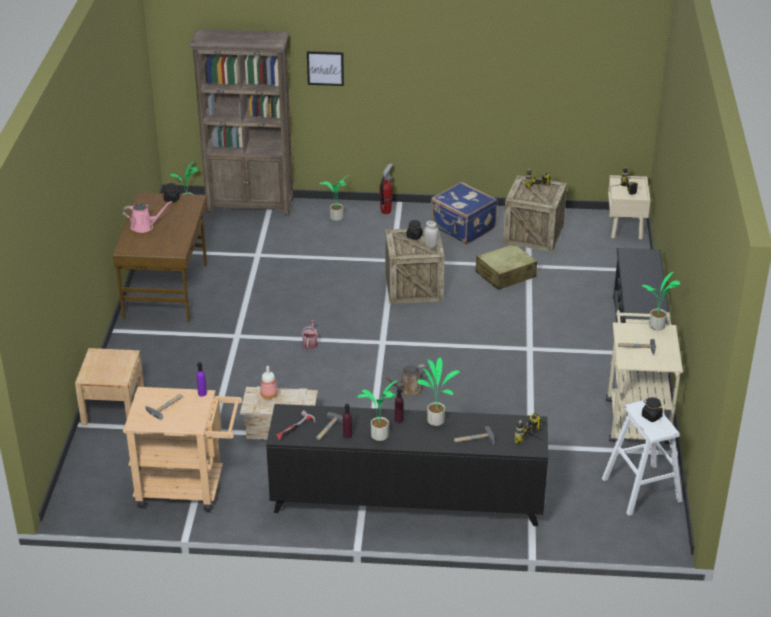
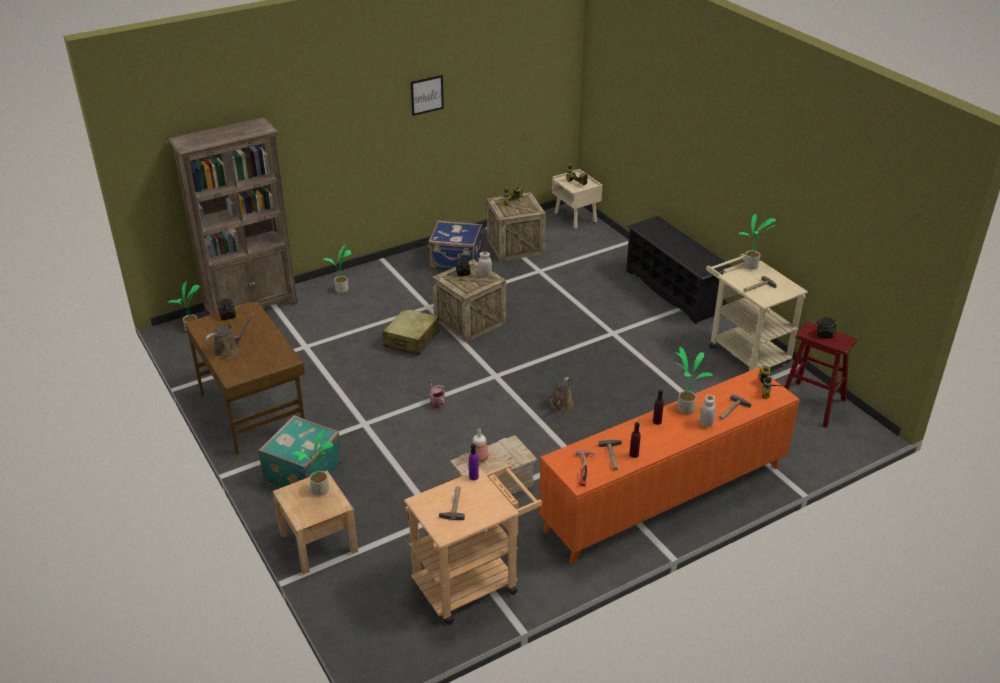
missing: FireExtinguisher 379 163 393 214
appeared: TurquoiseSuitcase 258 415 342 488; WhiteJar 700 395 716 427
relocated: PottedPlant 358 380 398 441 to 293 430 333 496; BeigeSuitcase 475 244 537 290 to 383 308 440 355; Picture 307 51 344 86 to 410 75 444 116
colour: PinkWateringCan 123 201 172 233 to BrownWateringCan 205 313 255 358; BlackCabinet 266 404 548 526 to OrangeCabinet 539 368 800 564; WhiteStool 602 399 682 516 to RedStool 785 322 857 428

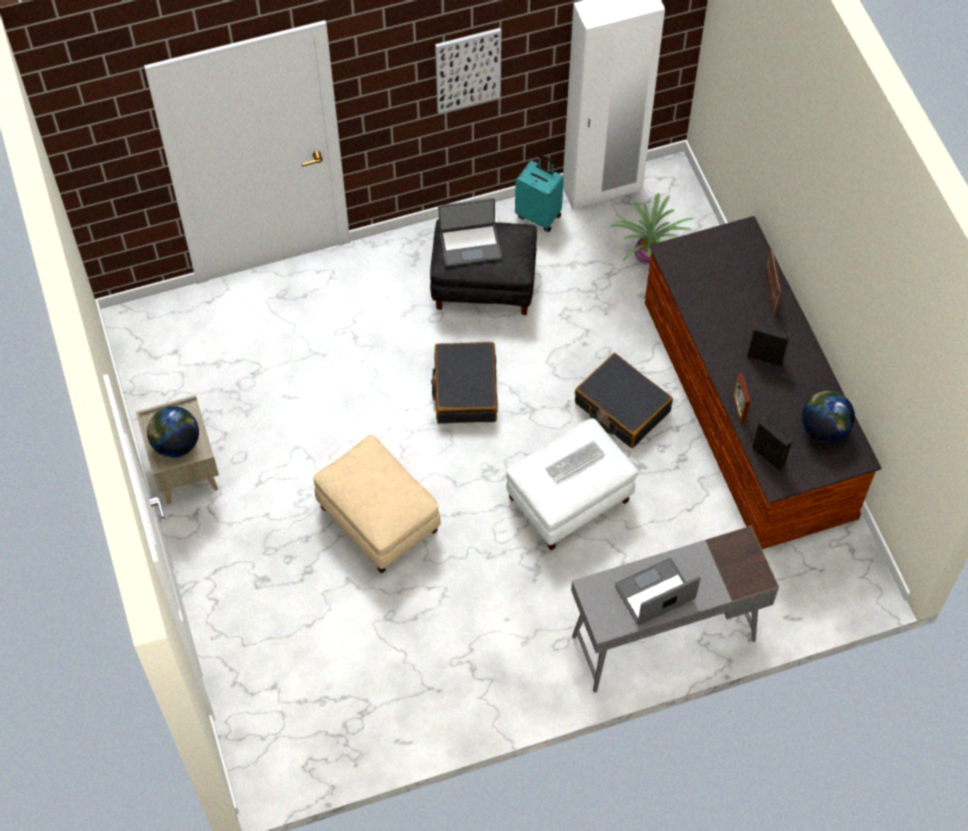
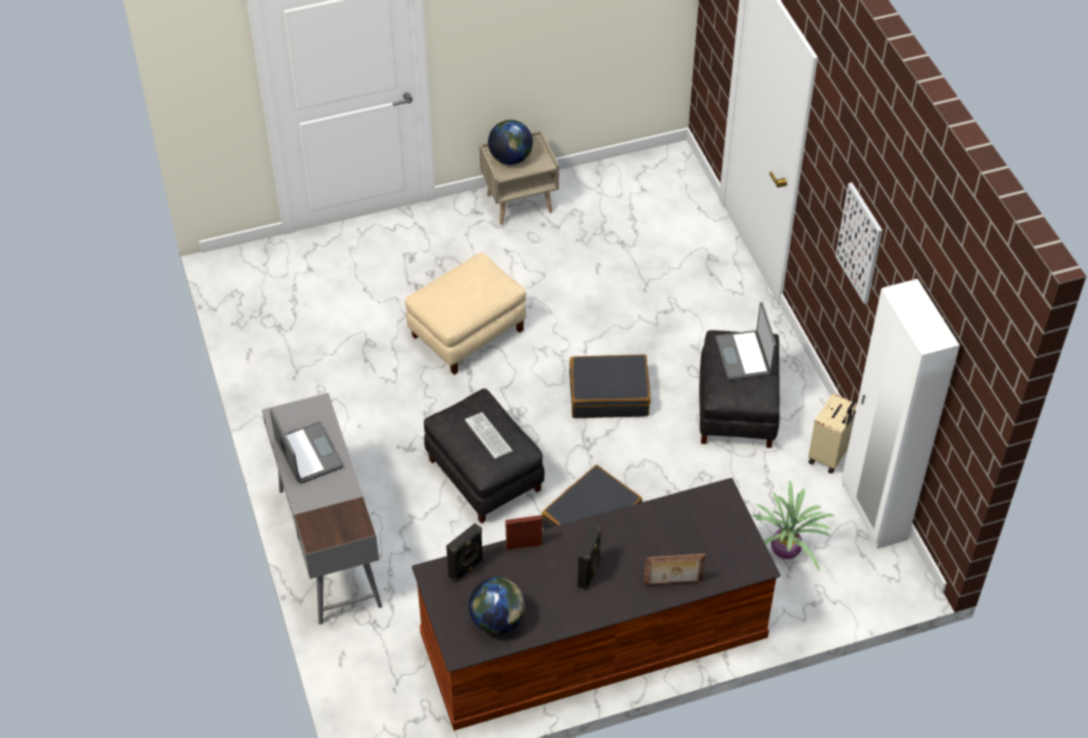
colour: WhiteOttoman 506 418 638 550 to BlackOttoman 424 388 544 524; TurquoiseSuitcase 515 154 564 232 to BeigeSuitcase 808 393 857 474

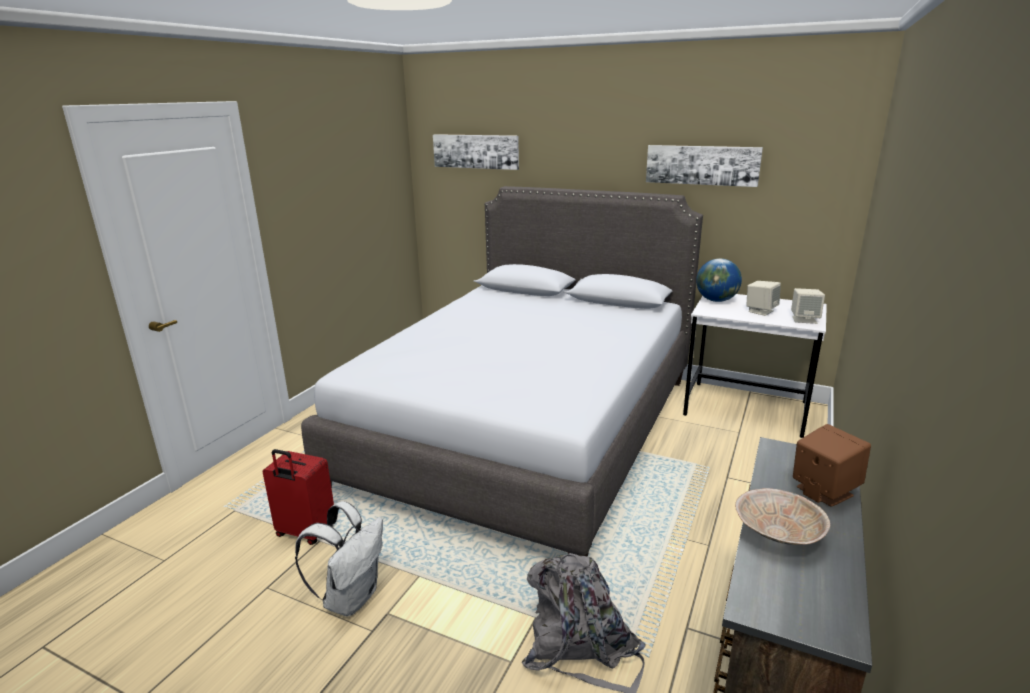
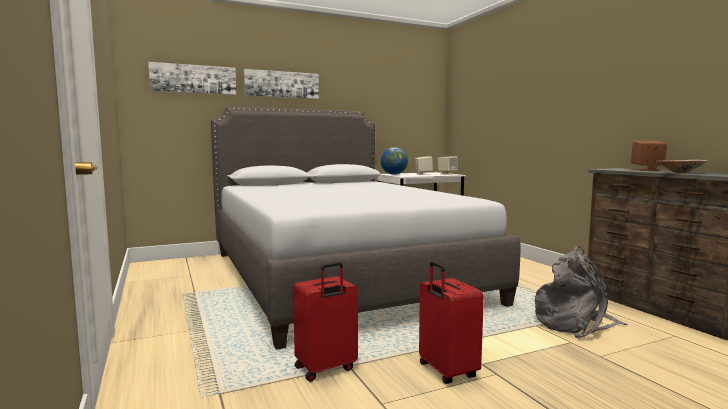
relocated: Picture 646 145 763 187 to 244 69 319 99
exchanged: WhiteBackpack 295 501 383 616 to RedSuitcase 419 261 484 384

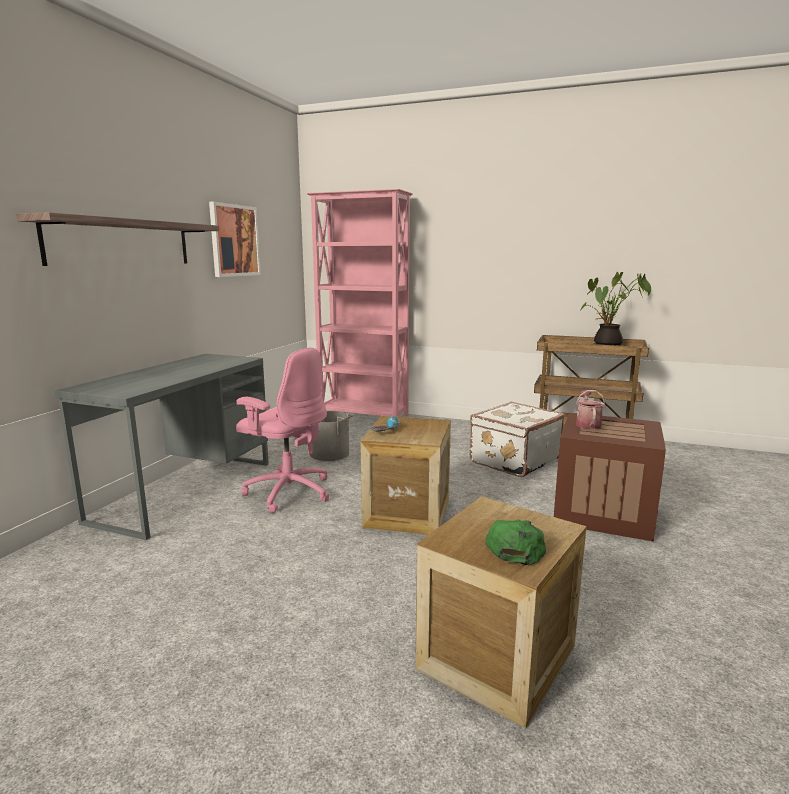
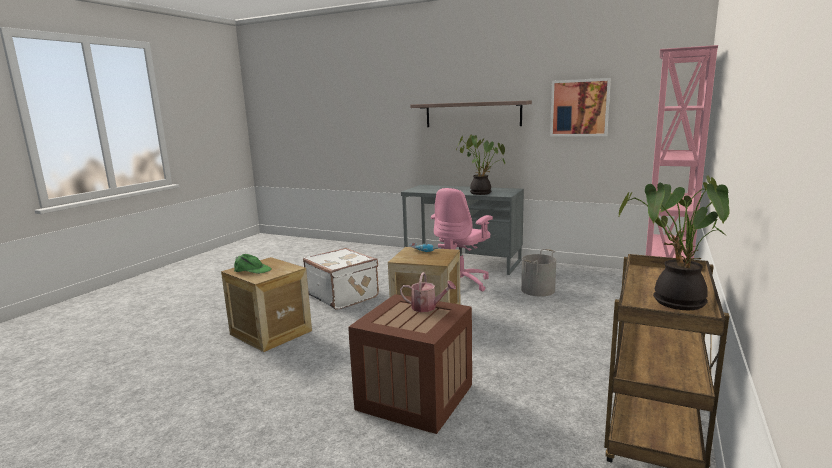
appeared: PottedPlant 456 135 505 195
relocated: WhiteSuitcase 470 402 565 477 to 303 248 379 310

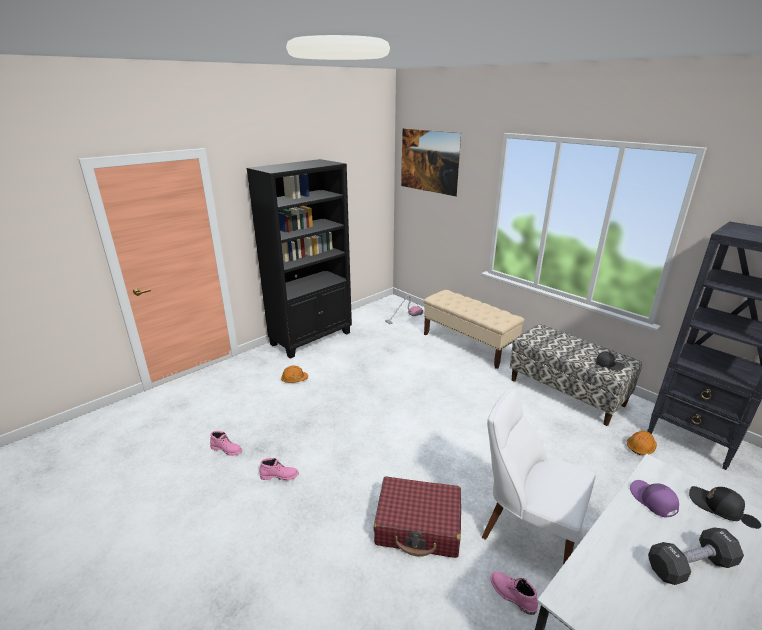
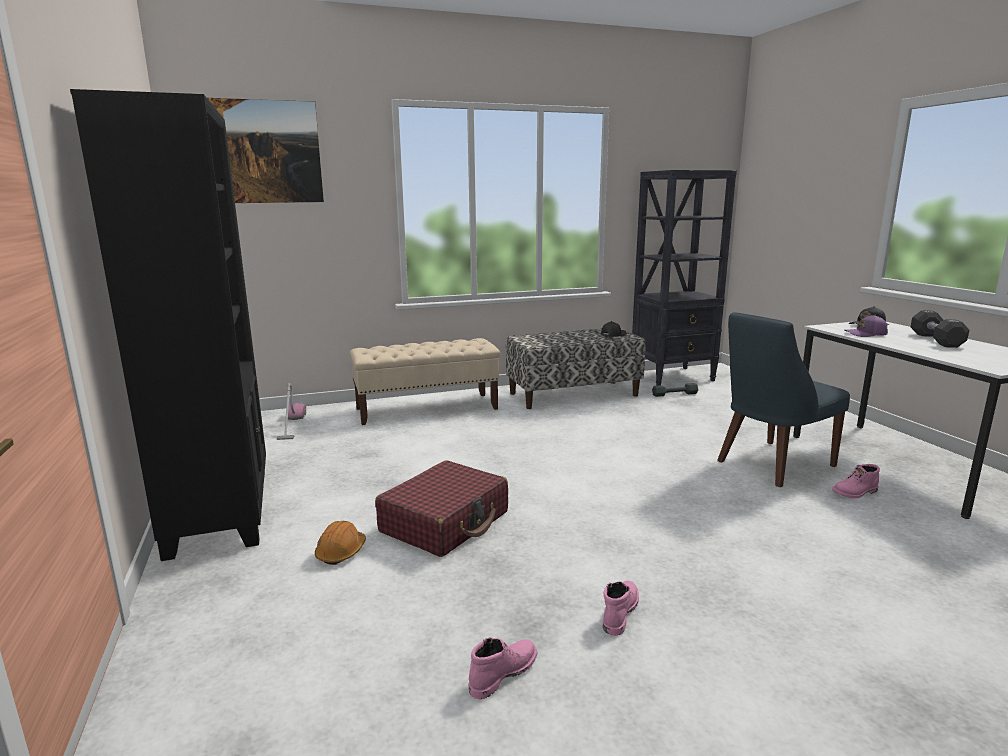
relocated: RedSuitcase 373 476 461 558 to 375 460 508 557
exchanged: OrangeHardHat 627 430 657 455 to GreyDumbbell 652 383 698 397
colour: WhiteChair 482 389 596 565 to BlueChair 717 312 850 487

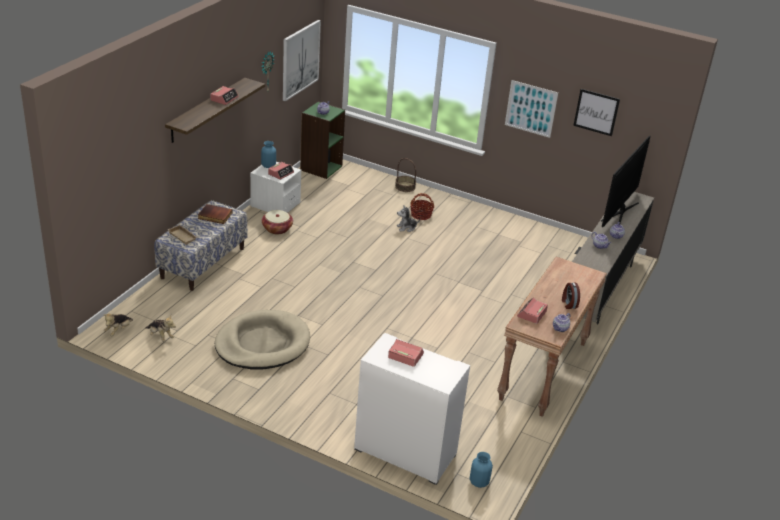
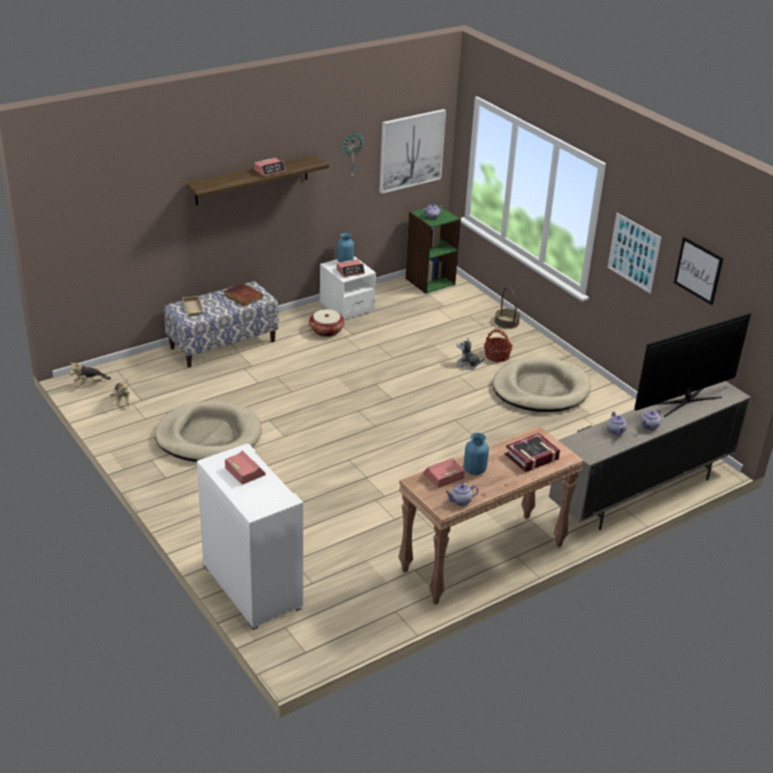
missing: AlarmClock 562 282 580 309
appeared: BeigeDogBed 492 357 591 412; Book 505 433 560 472
relocated: BlueVase 470 452 493 488 to 464 433 489 475

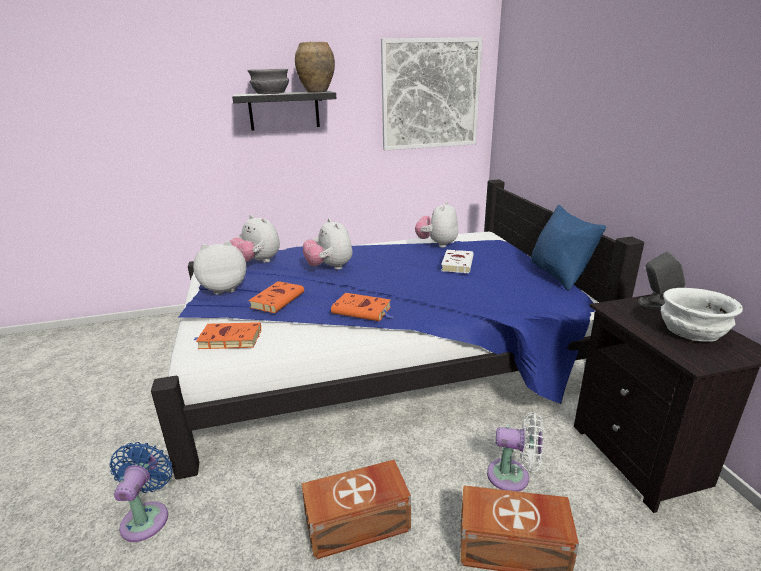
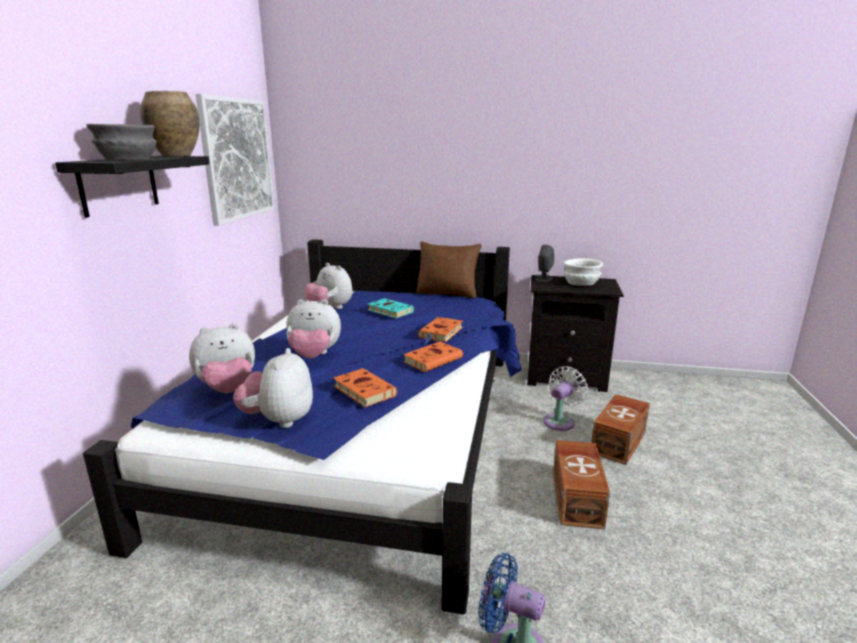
relocated: OrangeBook 194 322 261 349 to 418 317 463 344
colour: WhiteBook 441 250 474 273 to TurquoiseBook 368 298 414 319; BluePillow 531 205 606 291 to BrownPillow 417 241 482 299

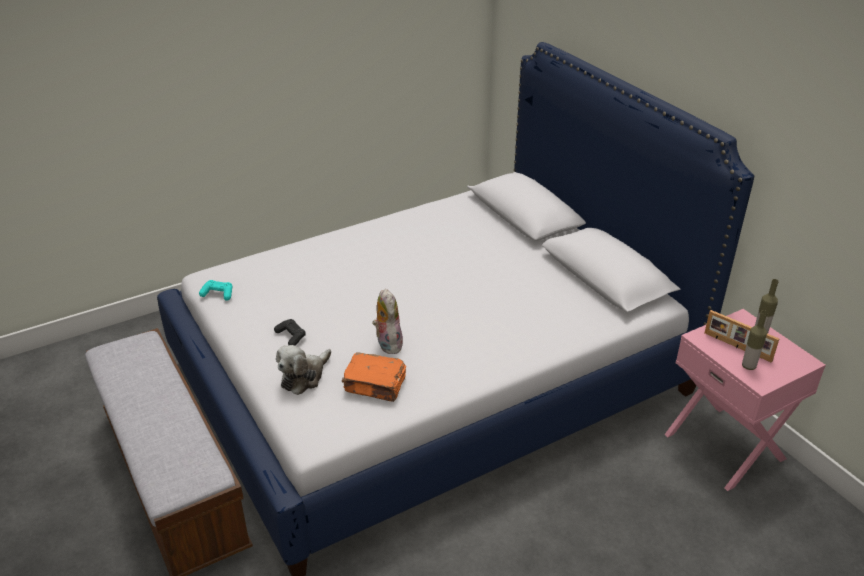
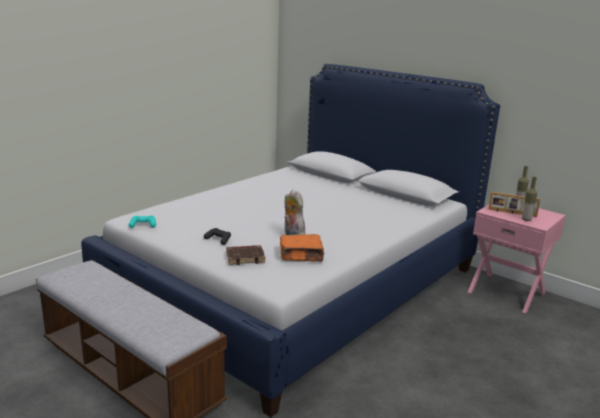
exchanged: PlushToy 276 345 331 395 to BrownBook 226 245 266 265

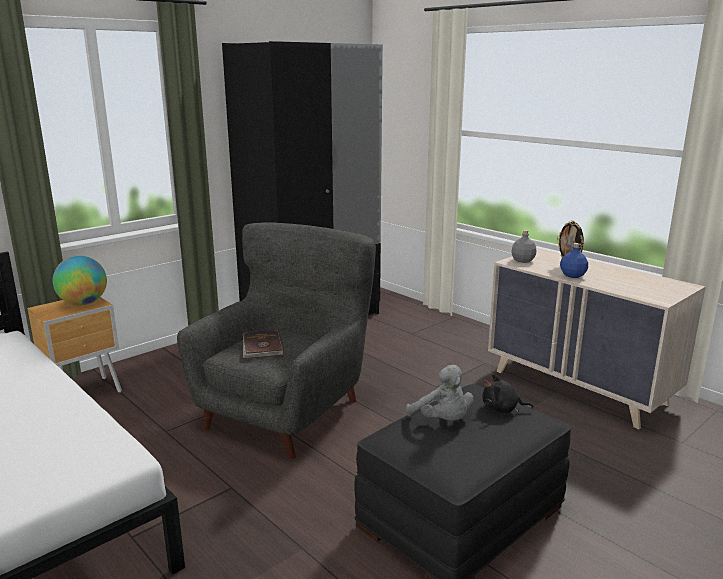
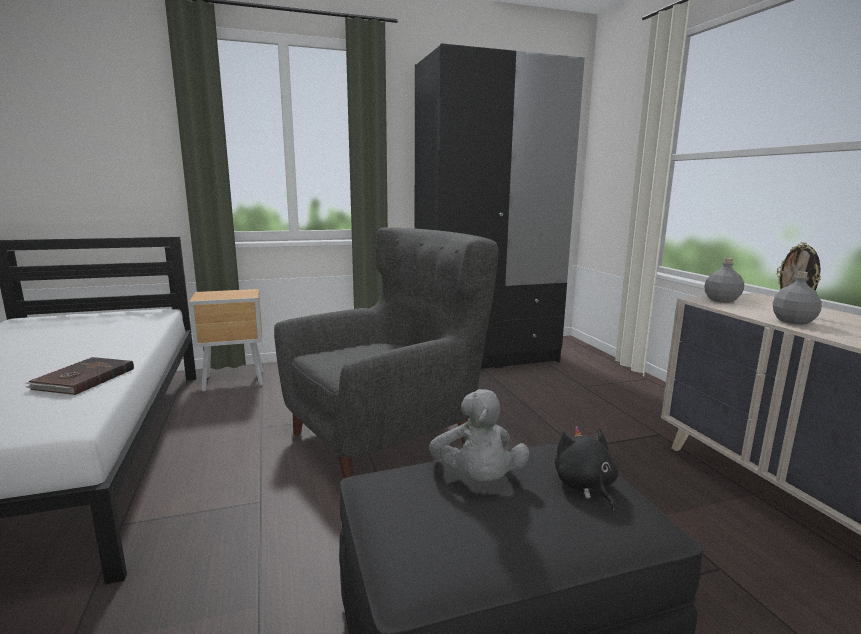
missing: Globe 53 256 107 305
relocated: BrownBook 243 329 284 359 to 26 357 134 395
colour: BlueBottle 560 243 588 278 to GreyBottle 773 271 822 325
spun: BlackPlushToy 483 374 533 413 = 555 426 618 511 45 degrees clockwise

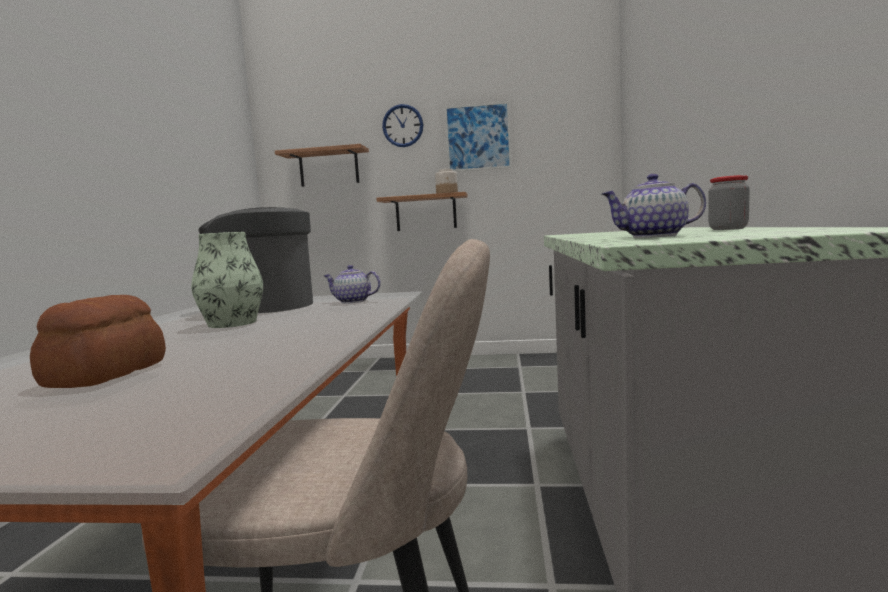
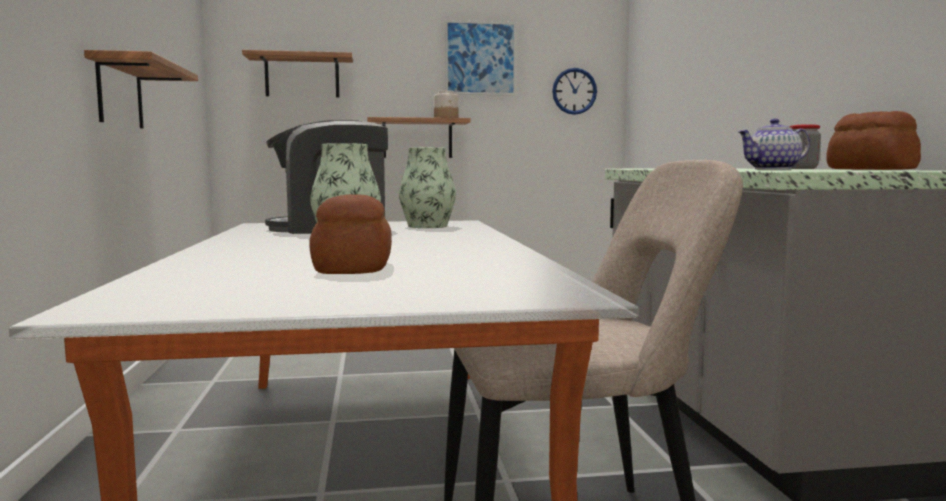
appeared: Shelf 84 50 198 129; Bread 826 111 921 170
relocated: WallClock 382 104 423 147 to 552 68 597 115
exchanged: Teapot 324 265 381 304 to Vase 399 147 456 228

